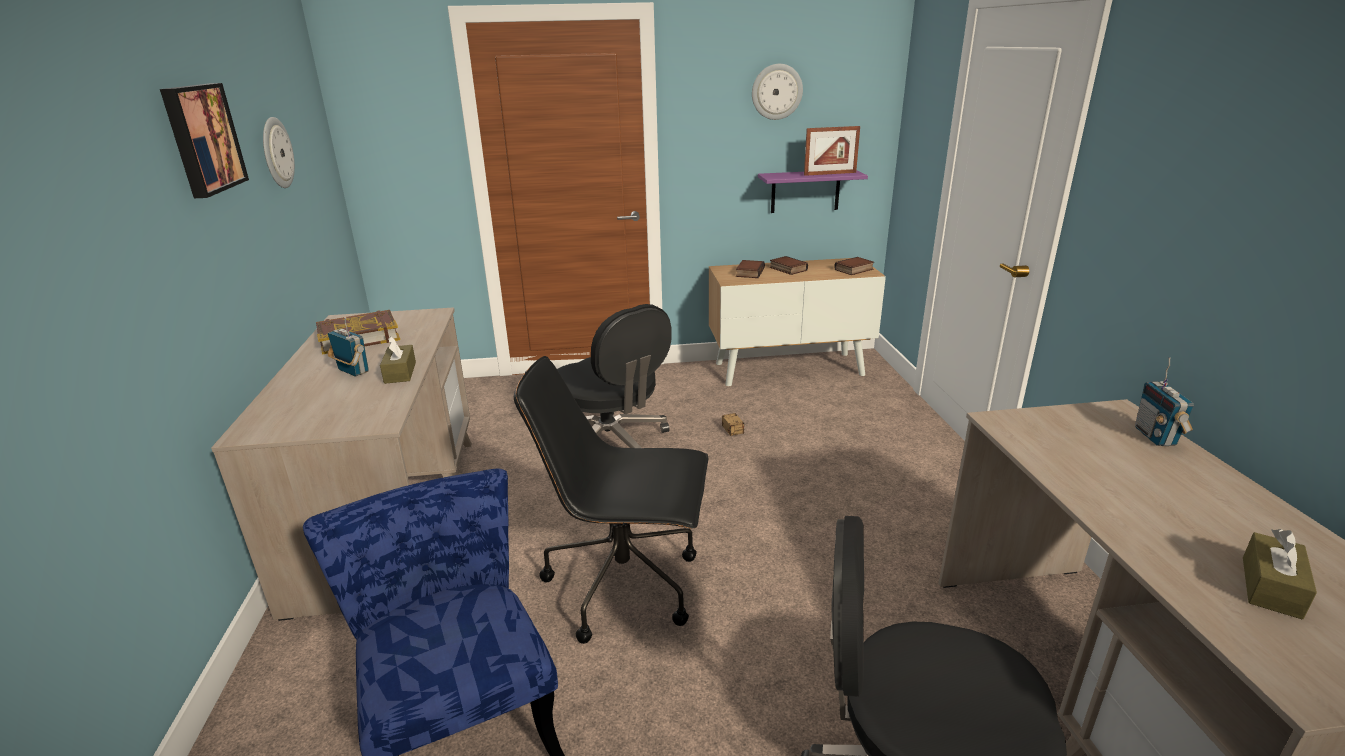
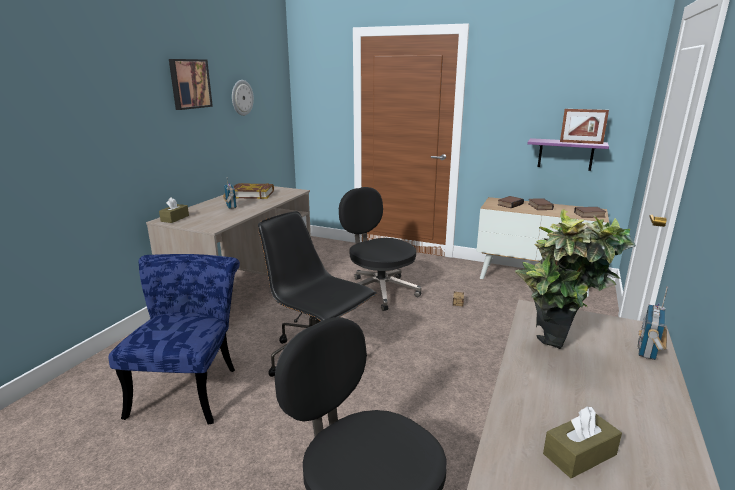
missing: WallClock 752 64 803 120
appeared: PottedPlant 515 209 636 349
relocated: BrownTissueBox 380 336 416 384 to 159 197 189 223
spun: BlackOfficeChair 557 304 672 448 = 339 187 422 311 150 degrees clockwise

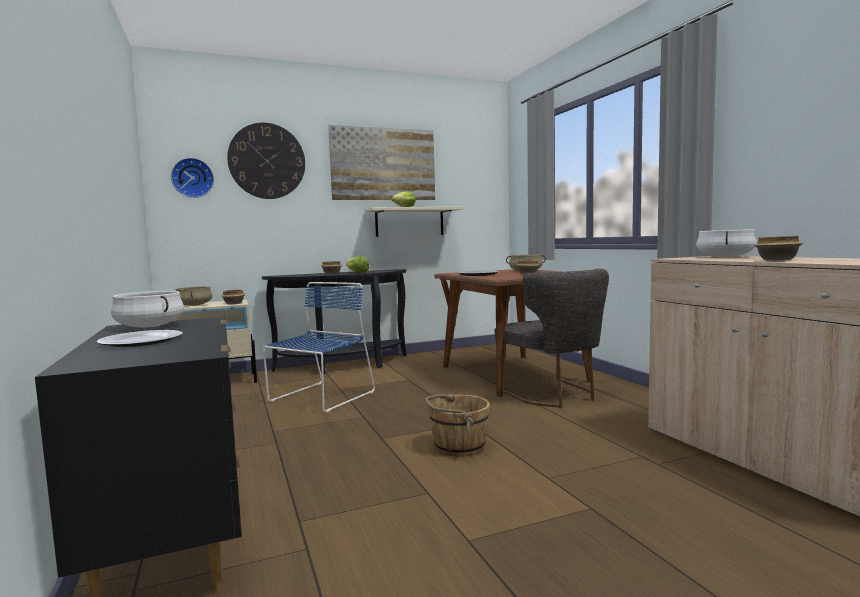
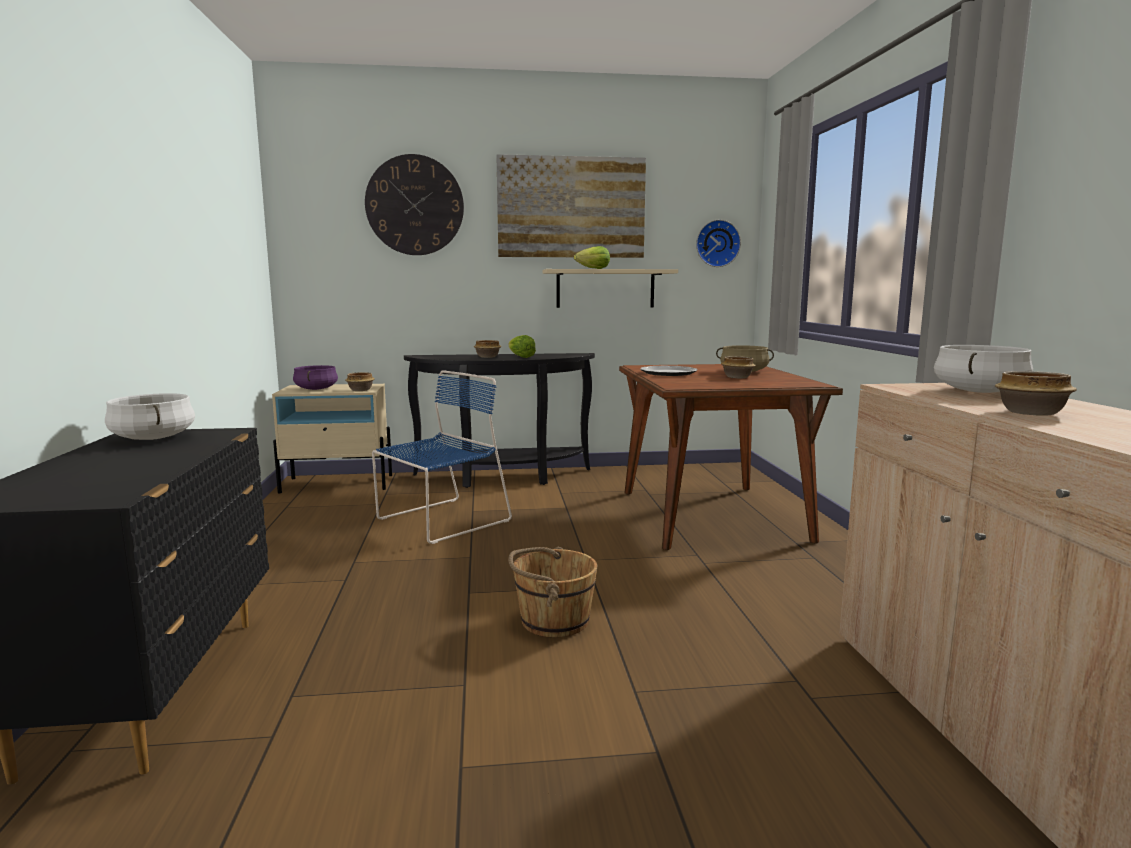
missing: Plate 96 330 183 347; GreyChair 494 269 609 408
relocated: WallClock 171 158 214 198 to 696 220 741 267
colour: BeigeCookingPot 176 286 212 306 to PurpleCookingPot 293 365 338 390

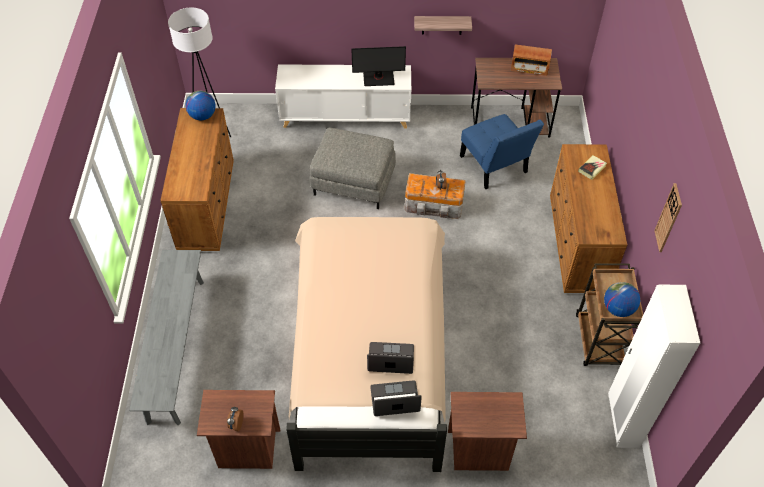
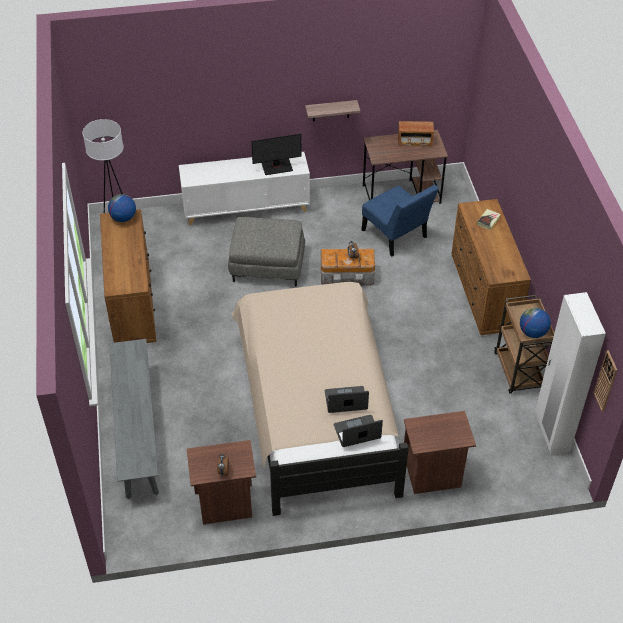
relocated: WallClock 654 183 682 252 to 594 350 617 412

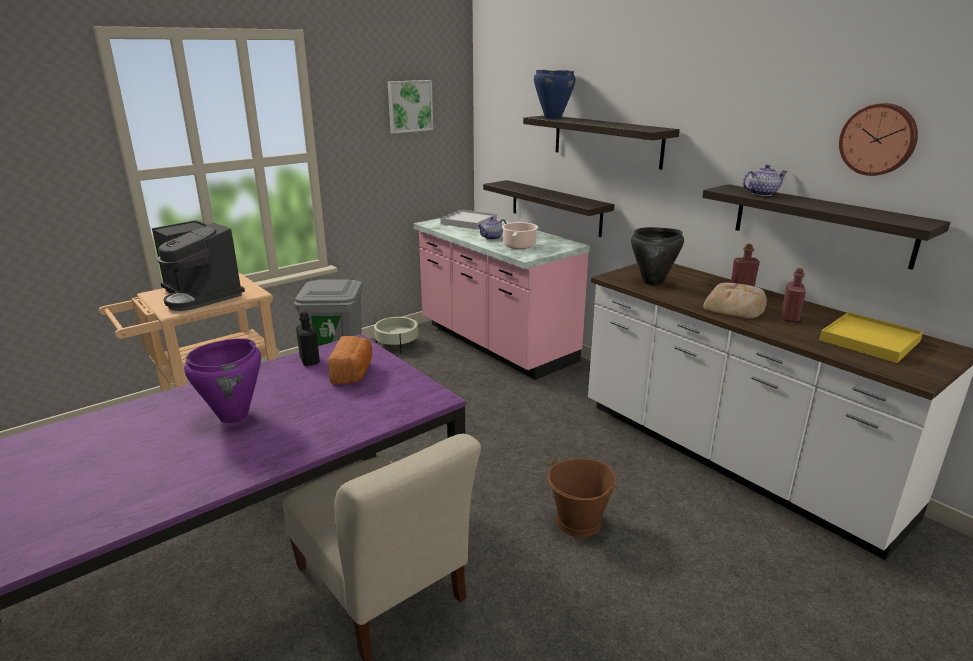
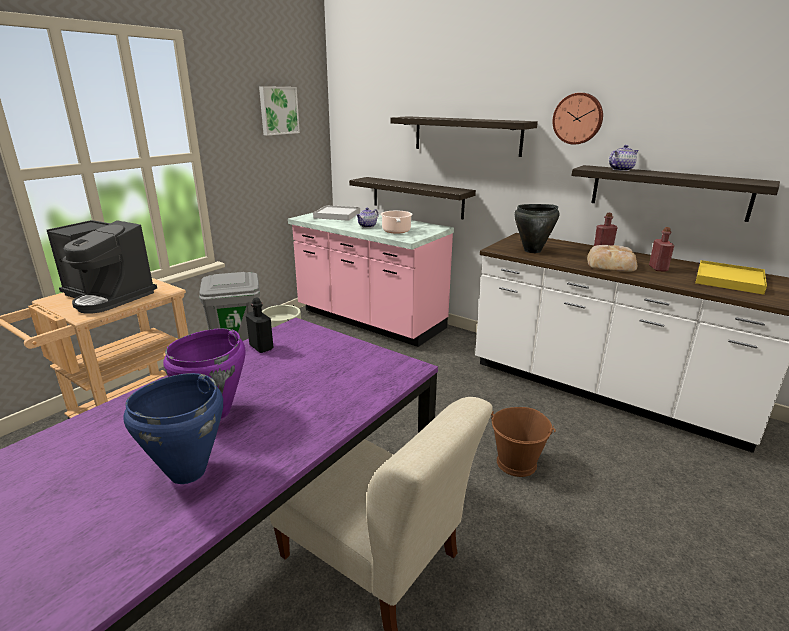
missing: Bread 328 336 372 385
relocated: BlueCookingPot 534 70 576 119 to 123 373 223 484; WallClock 839 103 918 176 to 552 93 603 145

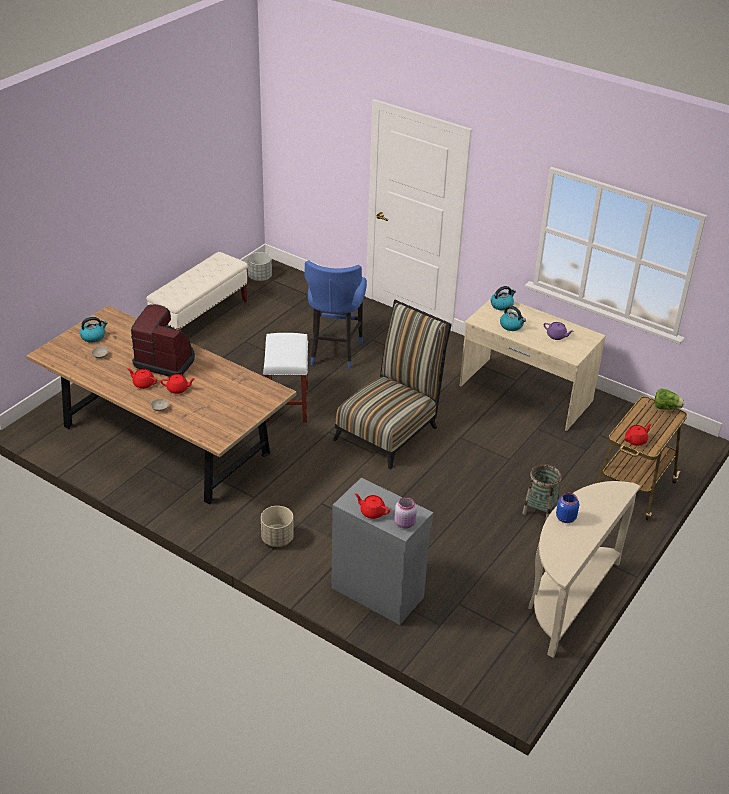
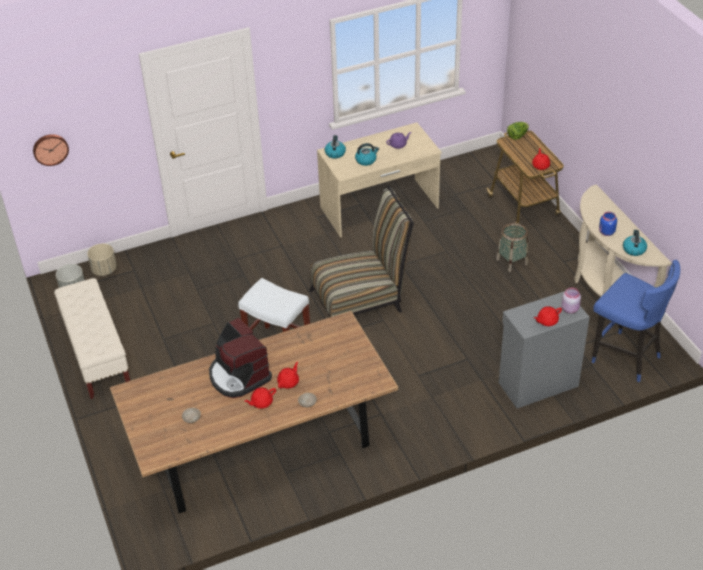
appeared: WallClock 33 134 69 166
relocated: BeigePlanter 261 506 294 547 to 87 243 117 276; BlueStool 304 260 367 369 to 592 260 680 382; Kettle 80 317 107 343 to 623 230 647 256
spun: CoffeeMachine 131 304 195 377 = 209 318 272 398 90 degrees counterclockwise; Chair 333 300 452 469 = 309 185 414 317 90 degrees clockwise

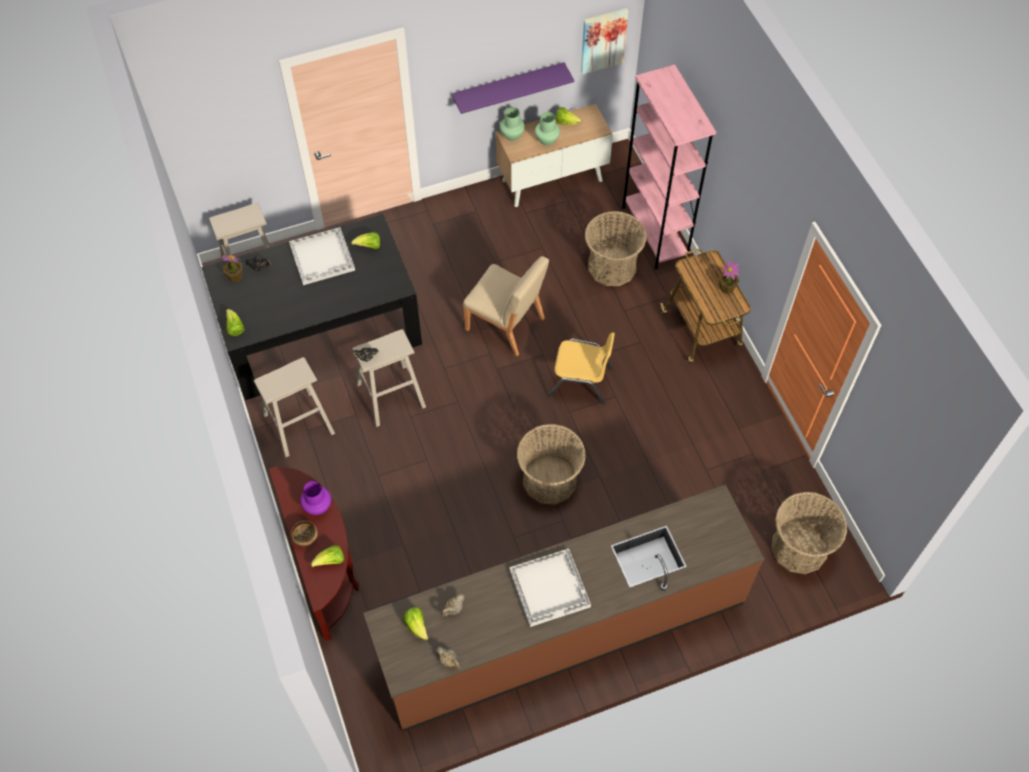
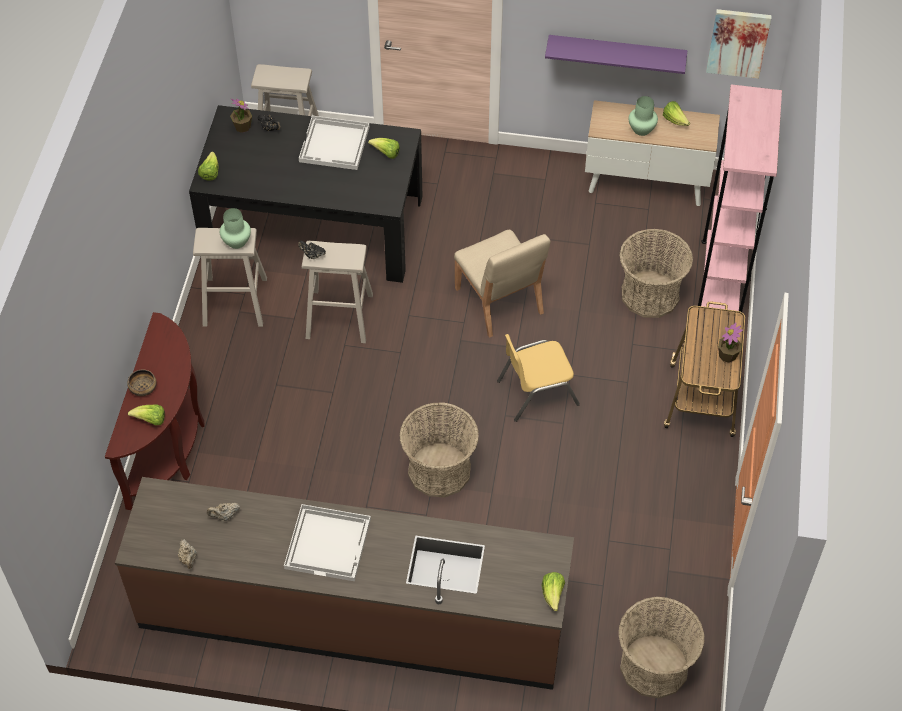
missing: PurpleVase 300 481 331 515
relocated: GreenVase 500 107 525 141 to 220 208 251 249; Lettuce 403 607 428 640 to 542 572 565 611
spun: YellowChair 547 332 615 405 = 497 334 580 422 120 degrees clockwise

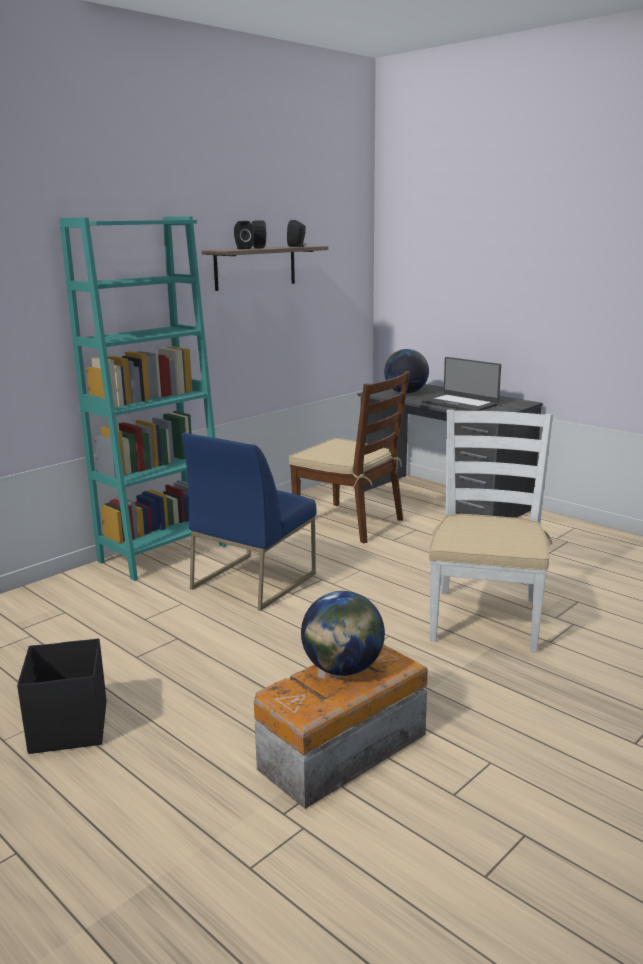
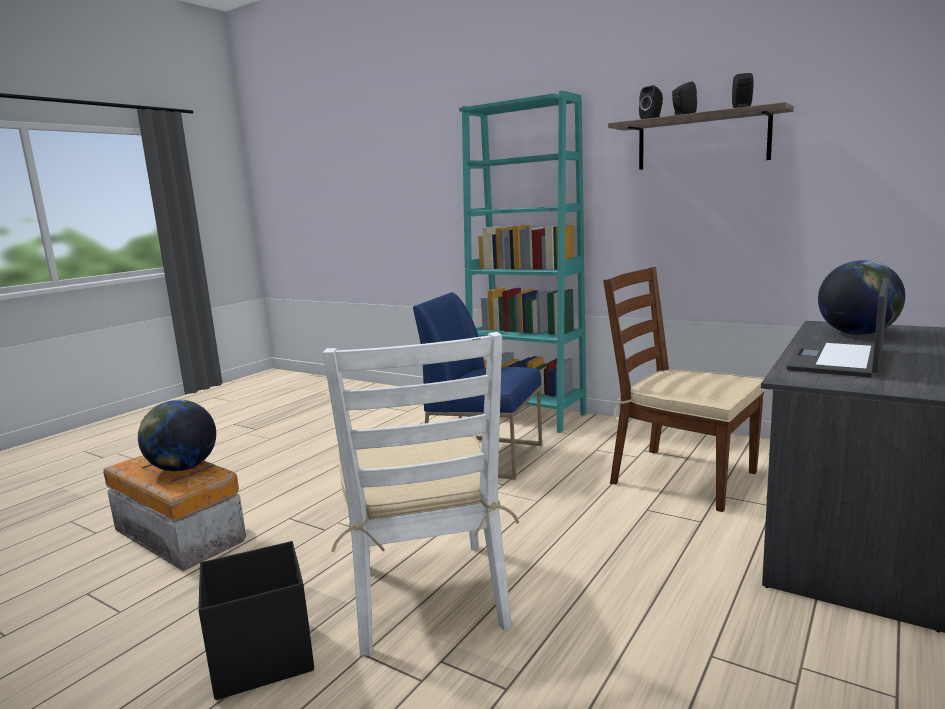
relocated: BlackStorageBox 17 638 107 754 to 198 541 314 700
spun: WhiteChair 429 410 553 652 = 323 332 519 656 75 degrees clockwise; BrownChair 289 371 410 544 = 603 267 766 512 105 degrees clockwise

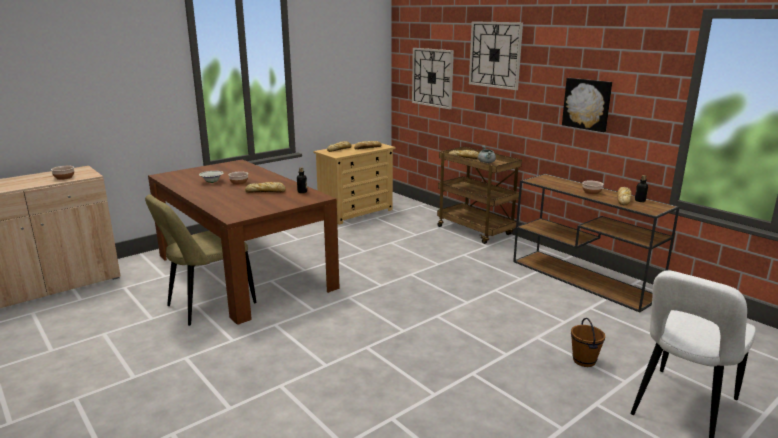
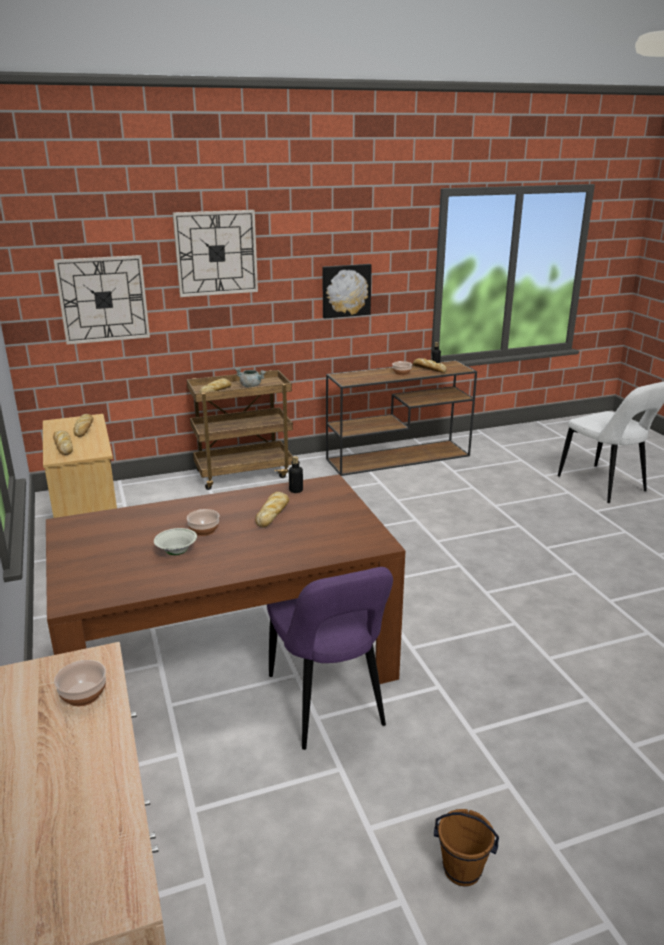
relocated: BrownBucket 571 318 605 367 to 434 809 499 887
colour: BeigeChair 145 194 256 326 to PurpleChair 267 567 393 750

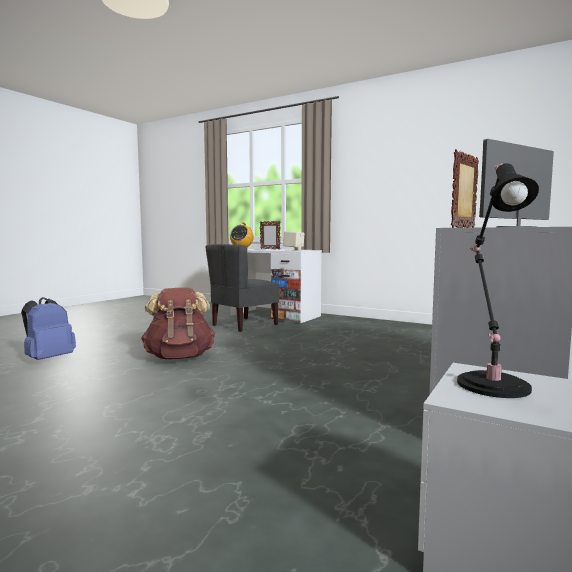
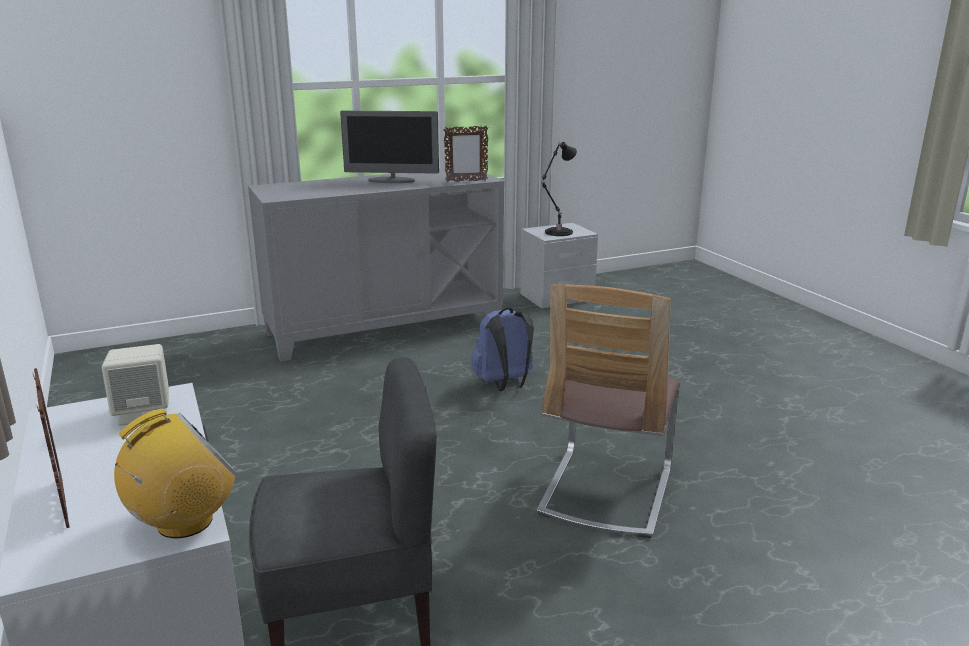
relocated: BlueBackpack 21 297 76 360 to 472 308 534 391
exchanged: BrownBackpack 141 288 215 359 to Chair 536 285 680 538

